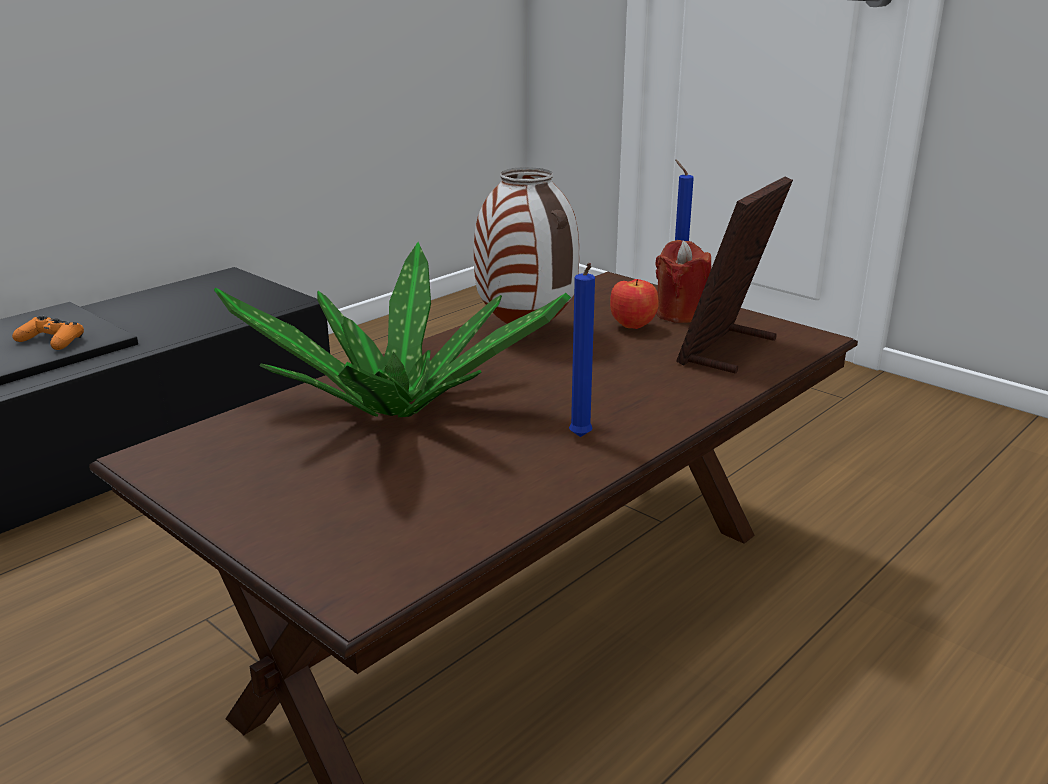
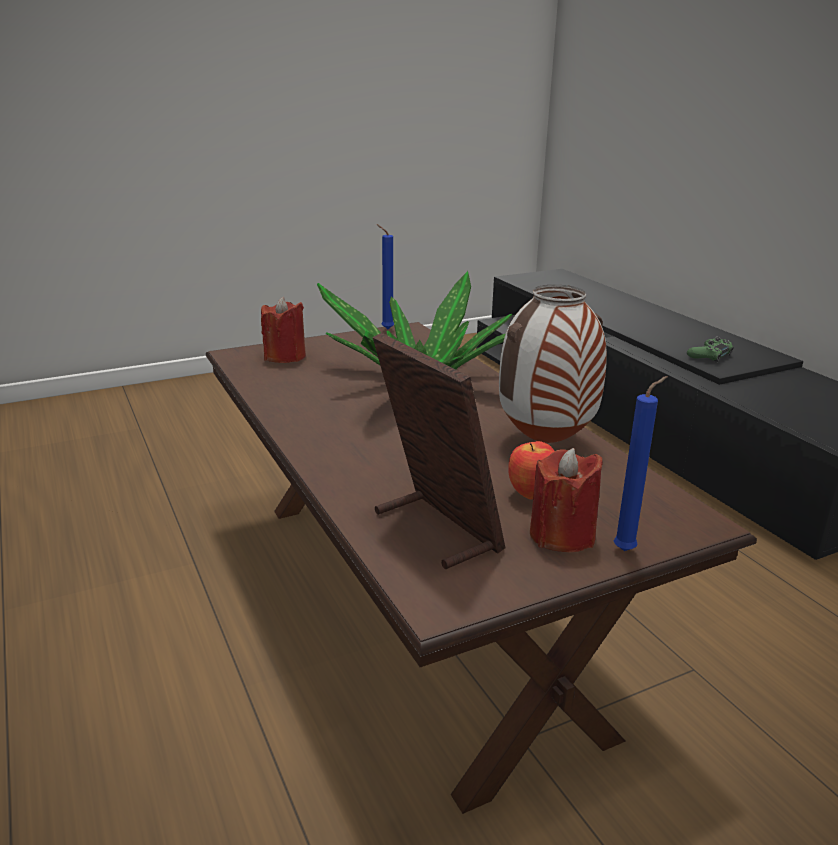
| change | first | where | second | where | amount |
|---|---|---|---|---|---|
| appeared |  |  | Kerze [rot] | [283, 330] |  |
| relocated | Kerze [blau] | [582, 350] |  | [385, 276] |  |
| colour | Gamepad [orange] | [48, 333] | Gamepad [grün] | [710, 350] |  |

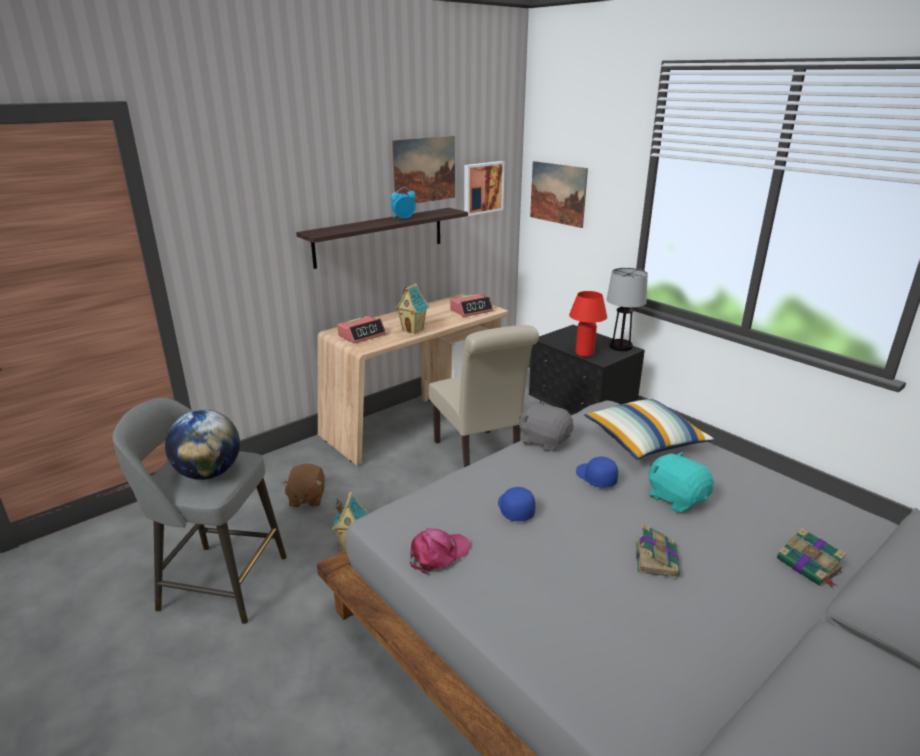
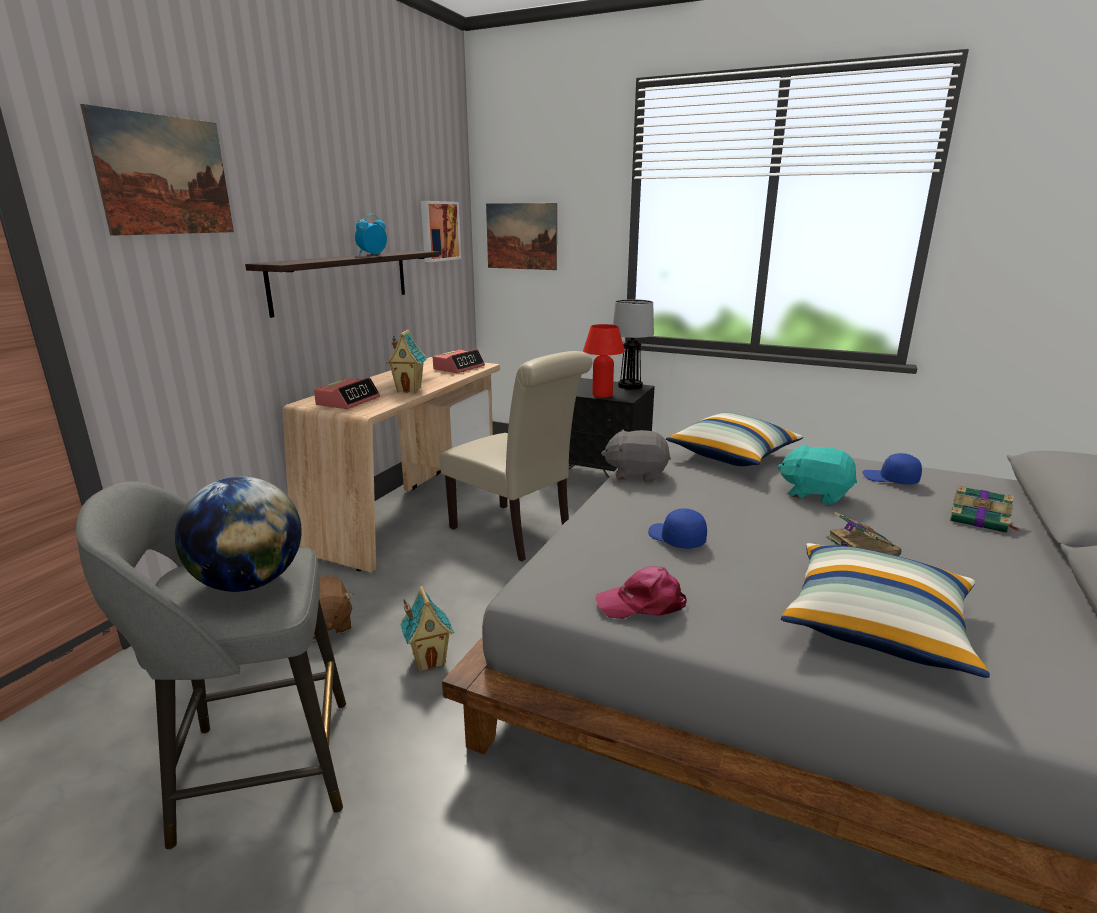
| change | first | where | second | where | amount |
|---|---|---|---|---|---|
| relocated | Bild | [423, 169] |  | [157, 170] |  |
| spun | Kappe [rosa] | [440, 551] |  | [641, 592] | 120 degrees counterclockwise |
| appeared |  |  | Kissen | [885, 610] |  |
| relocated | Kappe [blau] | [597, 472] |  | [892, 469] |  |

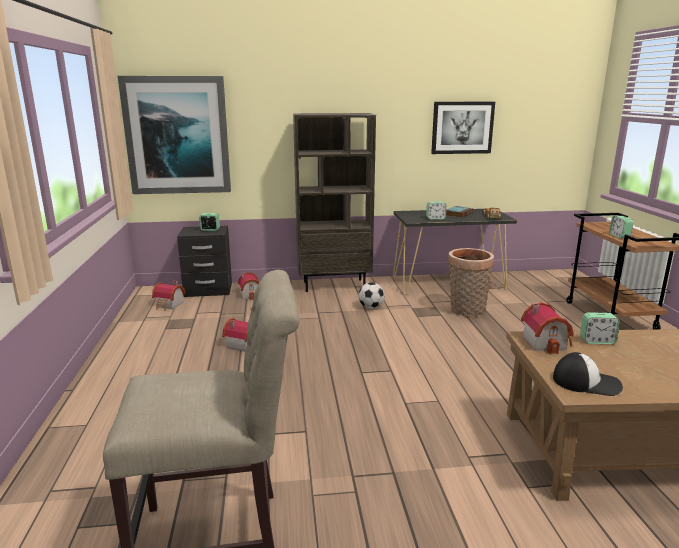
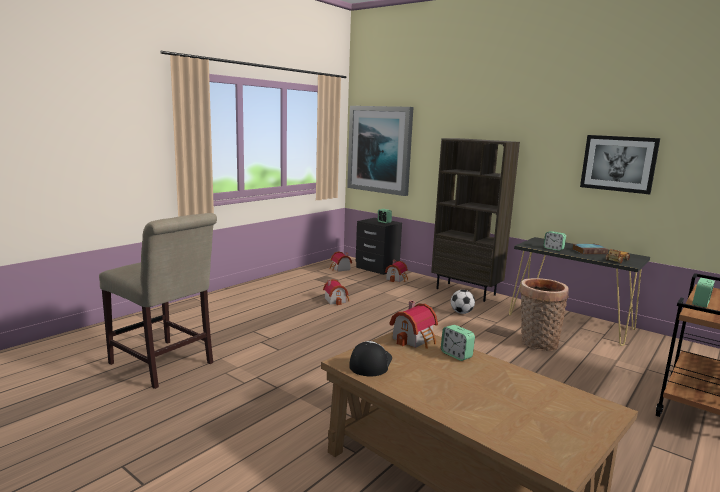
| change | first | where | second | where | amount |
|---|---|---|---|---|---|
| spun | Kappe | [588, 374] |  | [370, 358] | 135 degrees counterclockwise |

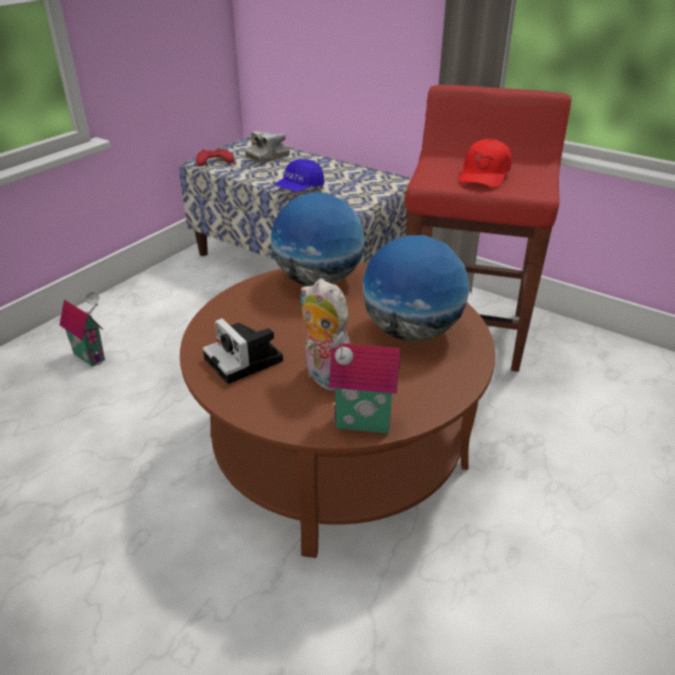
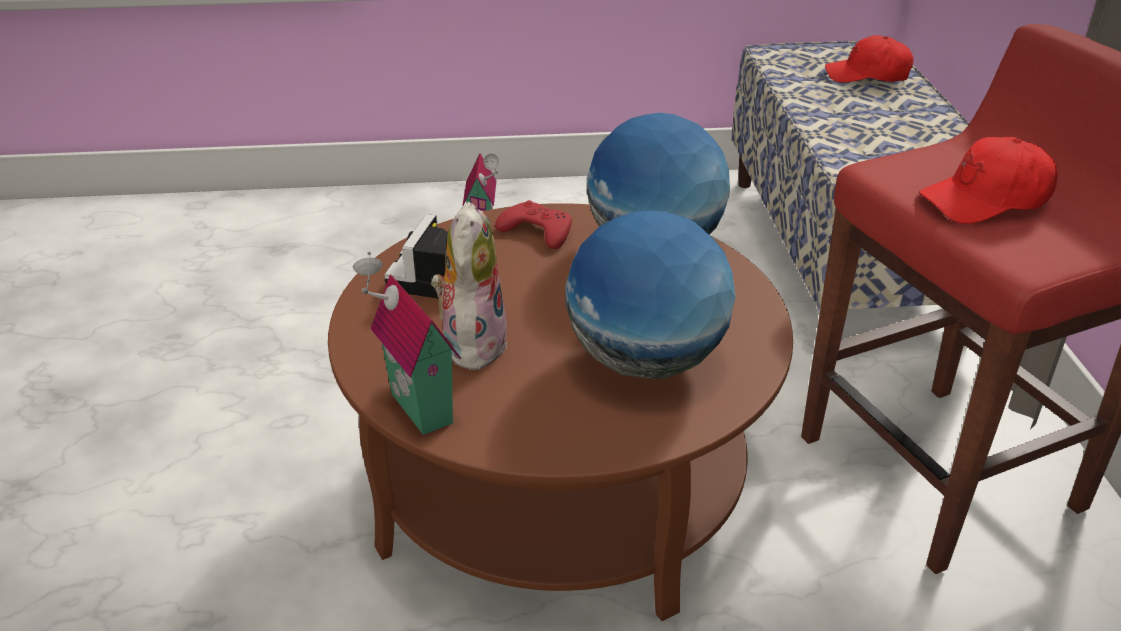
| change | first | where | second | where | amount |
|---|---|---|---|---|---|
| relocated | Gamepad [rot] | [215, 157] |  | [533, 224] |  |
| exchanged | Kamera | [267, 147] | Kappe [rot] | [869, 59] |  |
| missing | Kappe [blau] | [299, 175] |  |  |  |

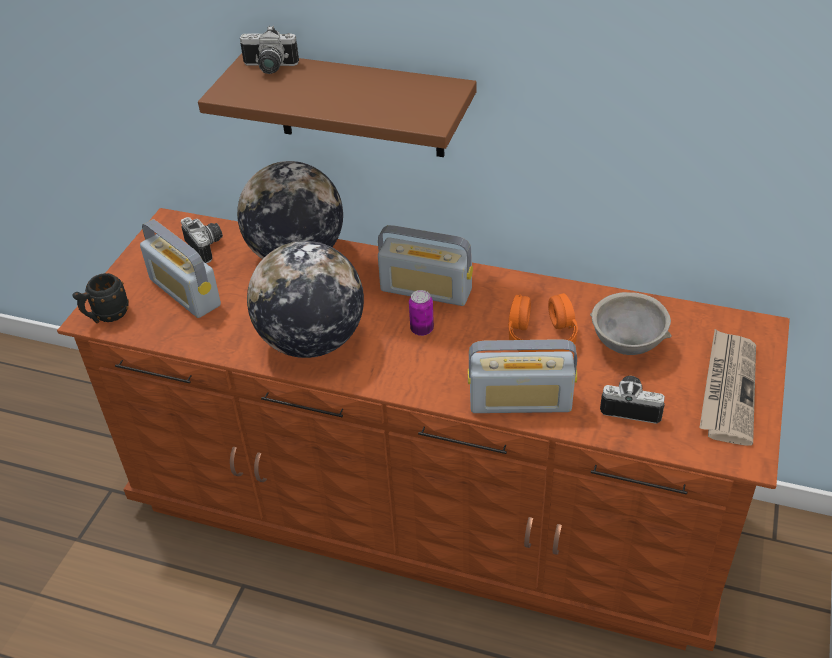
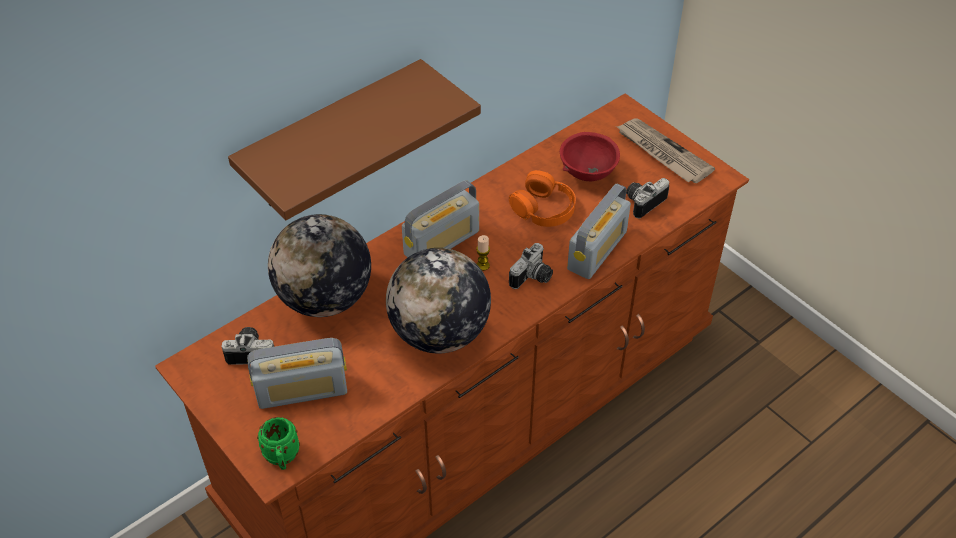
| change | first | where | second | where | amount |
|---|---|---|---|---|---|
| colour | Henkelbecher [schwarz] | [100, 298] | Henkelbecher [grün] | [278, 443] |  |
| exchanged | Dose | [421, 313] | Kerze | [483, 253] |  |
| relocated | Kamera | [269, 49] |  | [531, 266] |  |
| colour | Schüssel [grau] | [630, 323] | Schüssel [rot] | [590, 156] |  |

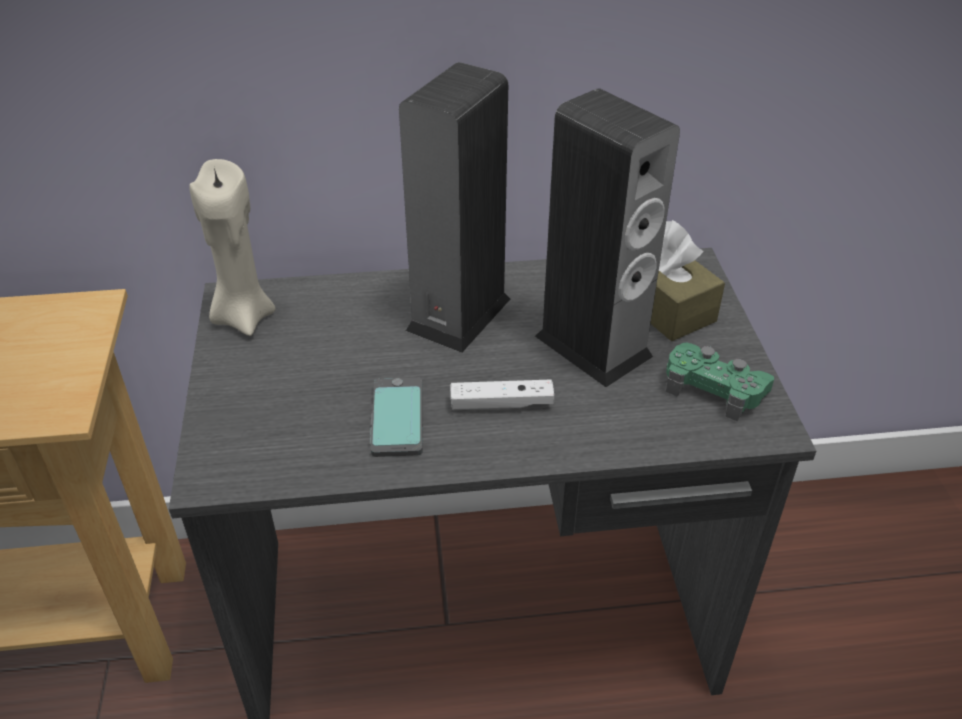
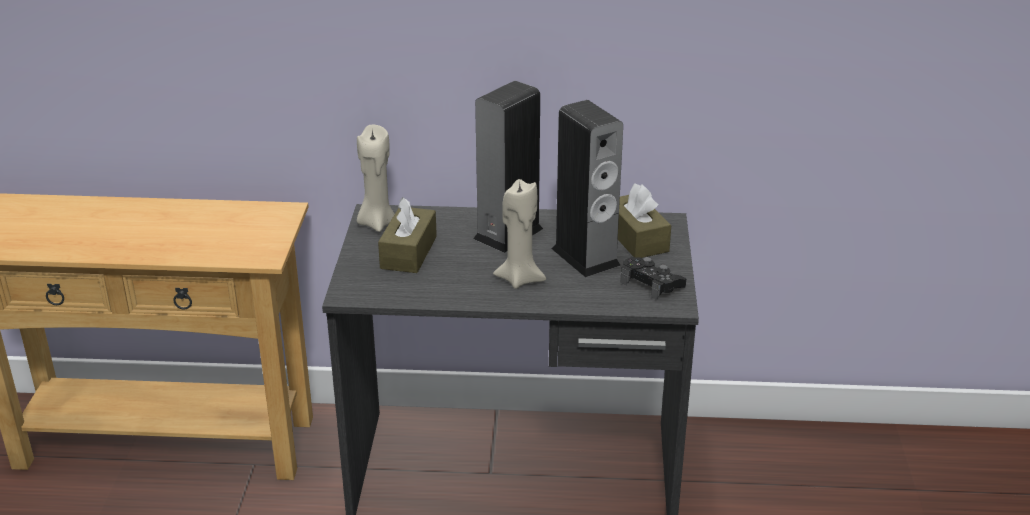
| change | first | where | second | where | amount |
|---|---|---|---|---|---|
| appeared |  |  | Taschentuchbox [braun] | [407, 235] |  |
| exchanged | Gamepad [weiß] | [502, 395] | Kerze [beige] | [519, 234] |  |
| colour | Gamepad [grün] | [720, 381] | Gamepad [schwarz] | [653, 278] |  |
| missing | Handy | [396, 417] |  |  |  |

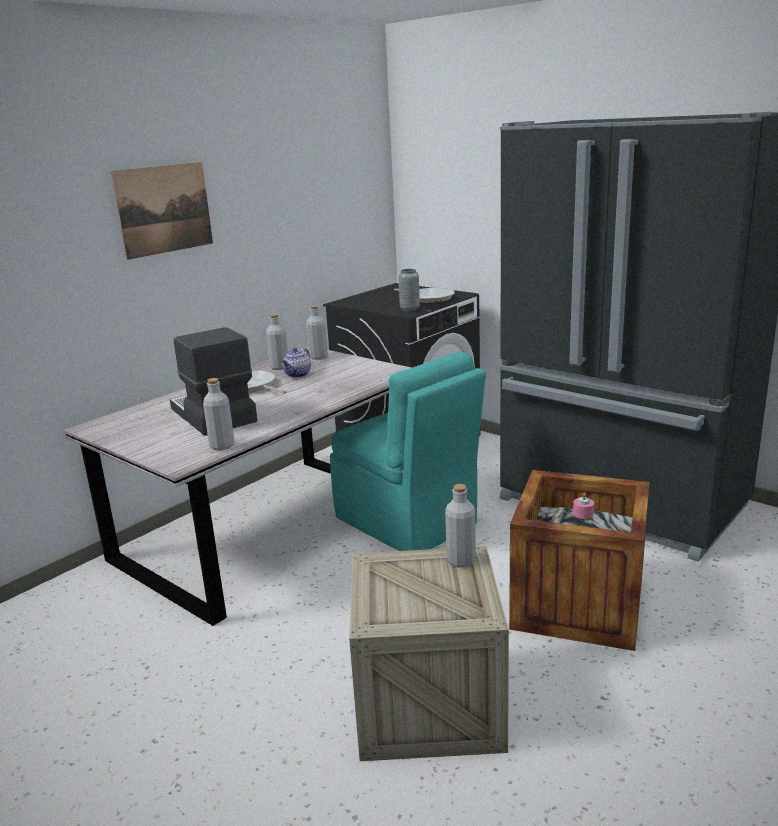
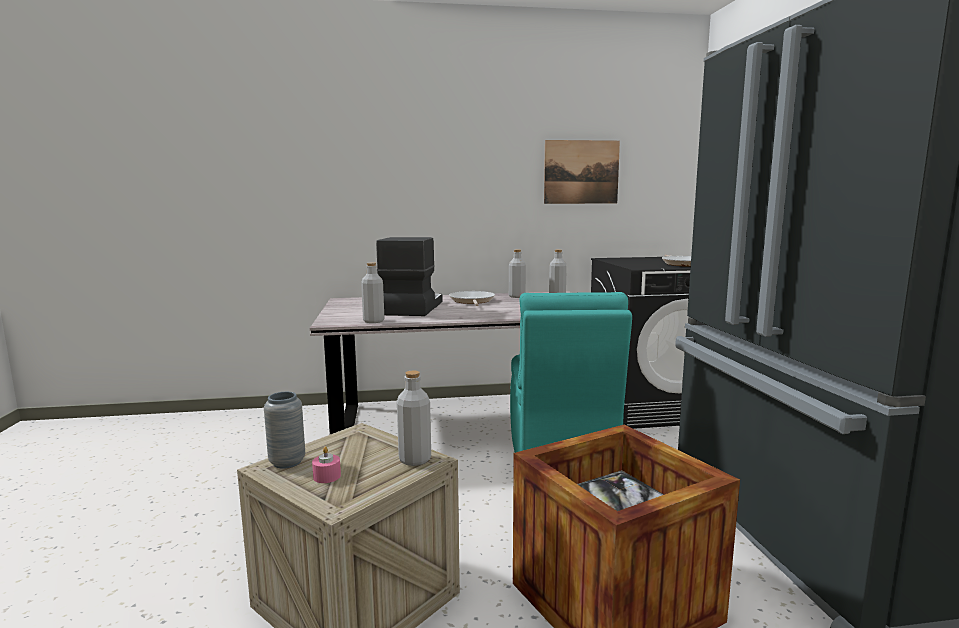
| change | first | where | second | where | amount |
|---|---|---|---|---|---|
| relocated | Vase [grau] | [409, 290] |  | [284, 430] |  |
| relocated | Kerze [rosa] | [583, 505] |  | [326, 465] |  |
| relocated | Bild | [162, 211] |  | [582, 172] |  |
| missing | Teekanne | [296, 363] |  |  |  |

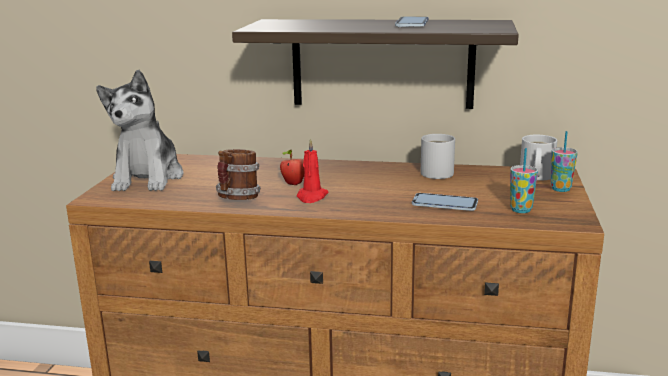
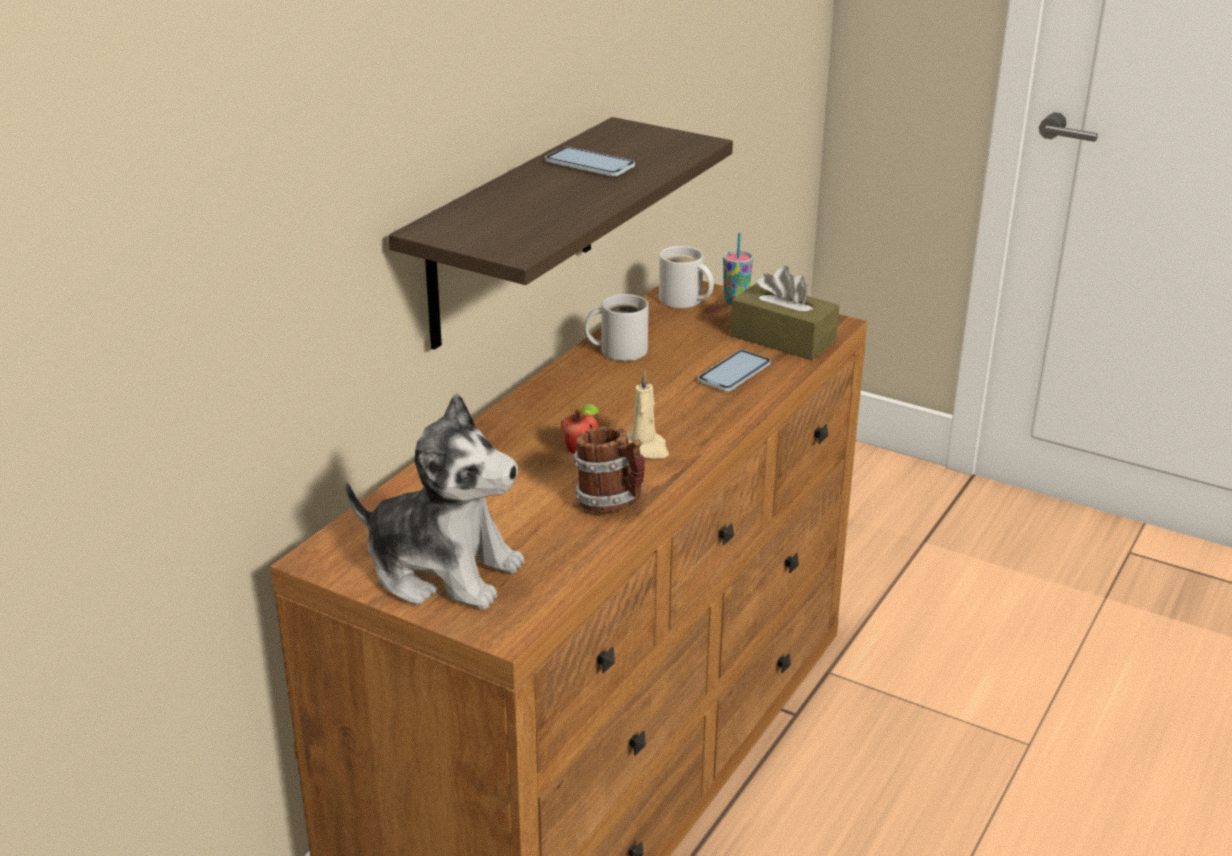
| change | first | where | second | where | amount |
|---|---|---|---|---|---|
| colour | Kerze [rot] | [313, 170] | Kerze [beige] | [648, 414] |  |
| exchanged | Tasse | [524, 180] | Taschentuchbox [braun] | [785, 313] |  |

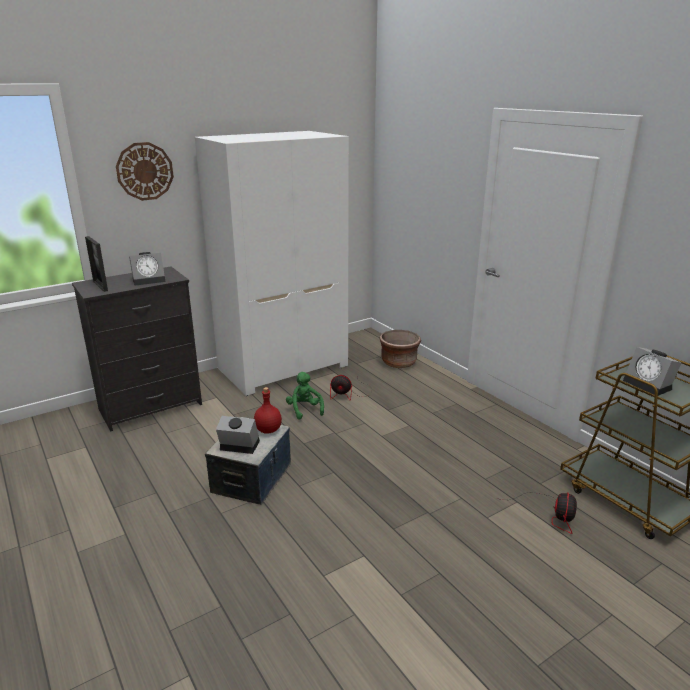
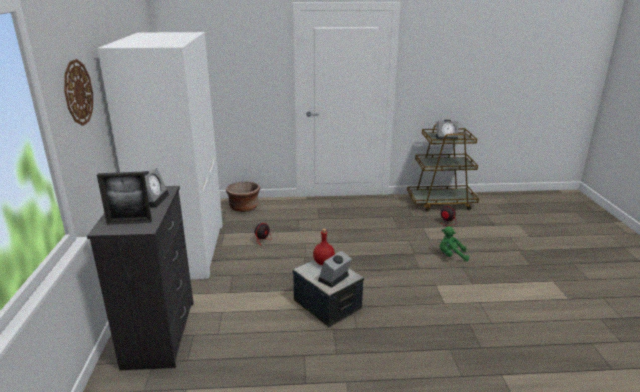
| change | first | where | second | where | amount |
|---|---|---|---|---|---|
| relocated | Plüschtier [grün] | [305, 396] |  | [454, 243] |  |

